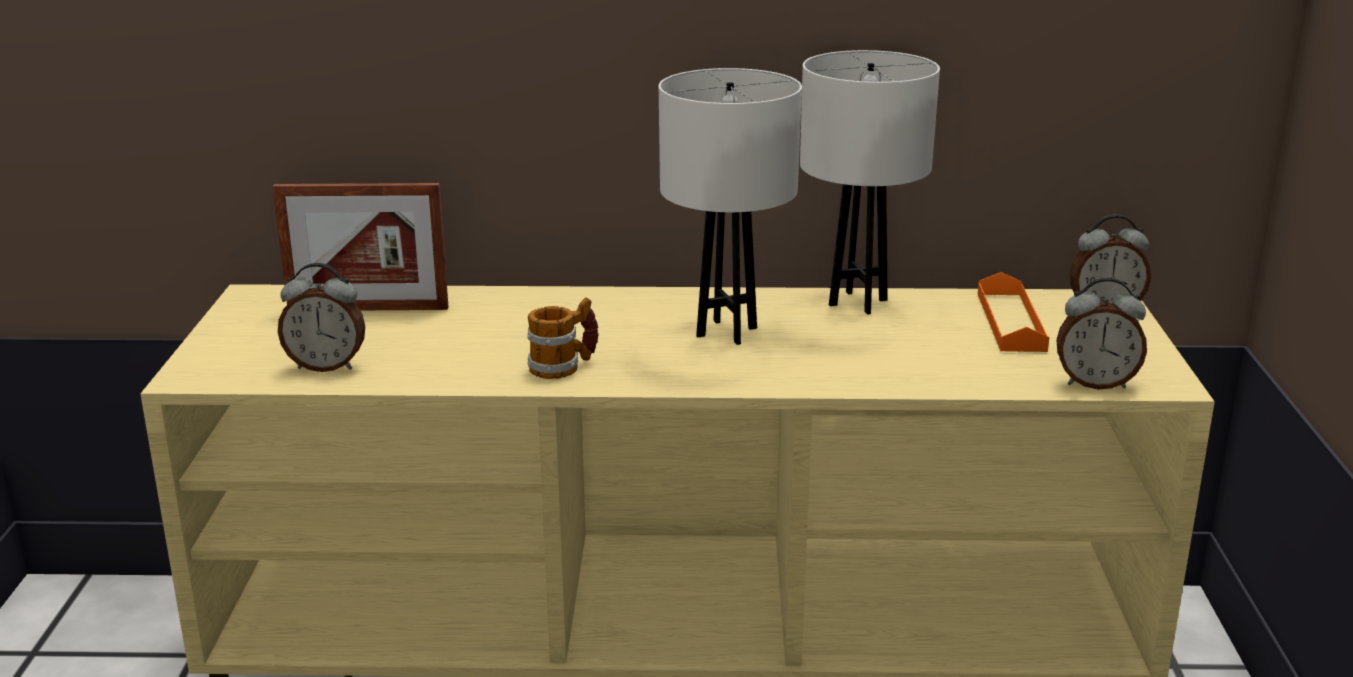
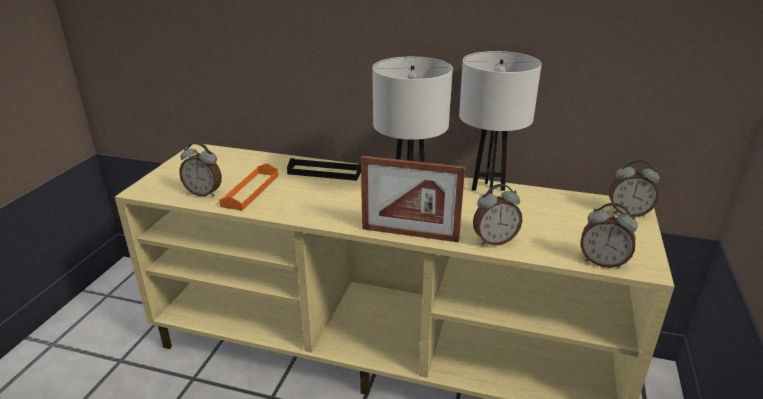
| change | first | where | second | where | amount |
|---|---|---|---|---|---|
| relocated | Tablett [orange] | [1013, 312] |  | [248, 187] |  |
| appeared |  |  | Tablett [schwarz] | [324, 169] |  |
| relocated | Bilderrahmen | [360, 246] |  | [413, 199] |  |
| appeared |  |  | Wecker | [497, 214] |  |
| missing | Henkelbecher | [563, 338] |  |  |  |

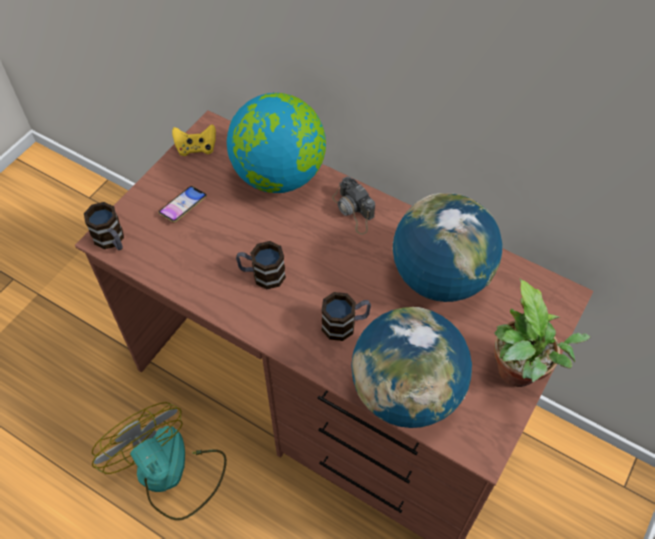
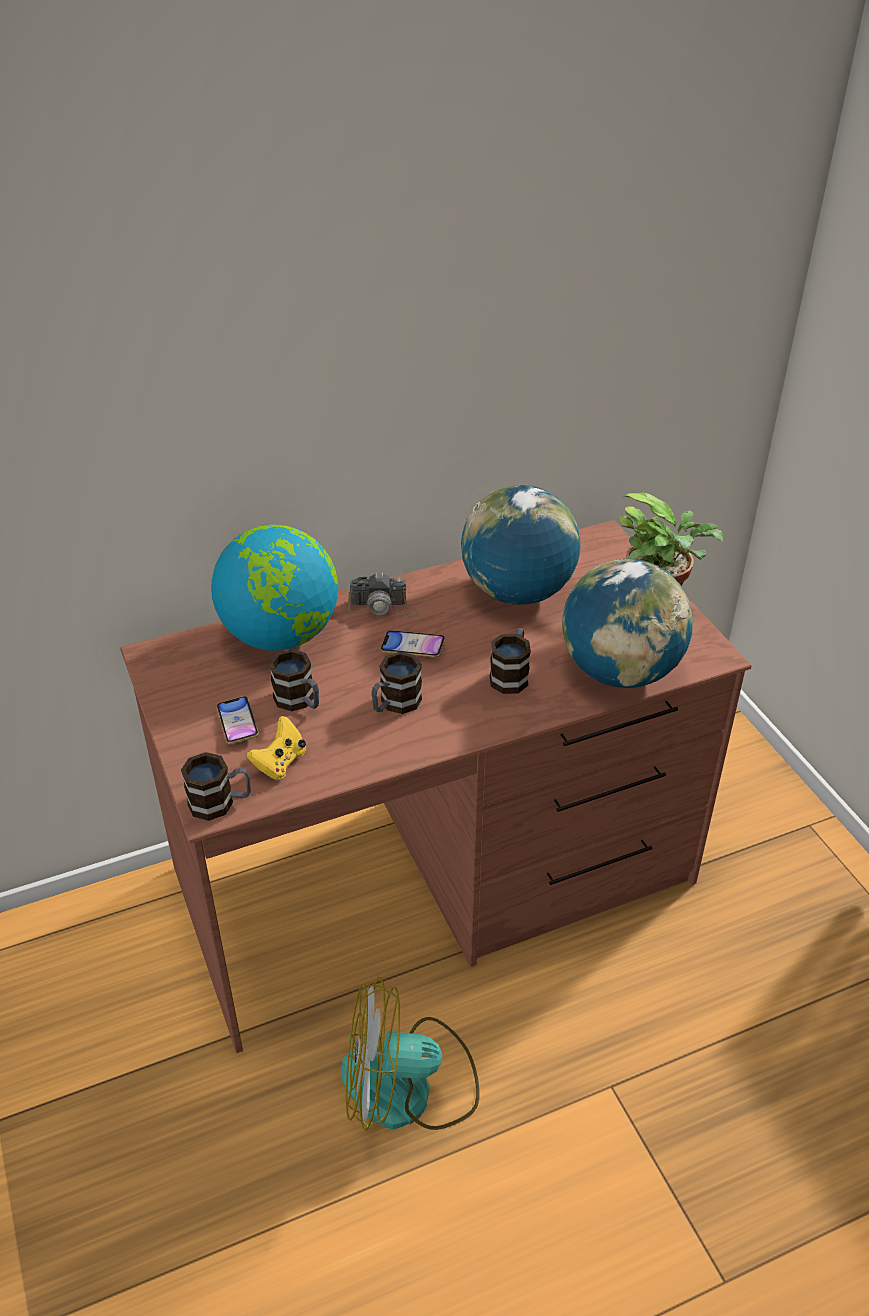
| change | first | where | second | where | amount |
|---|---|---|---|---|---|
| relocated | Gamepad [gelb] | [194, 140] |  | [276, 748] |  |
| appeared |  |  | Henkelbecher | [294, 680] |  |
| appeared |  |  | Handy | [413, 643] |  |

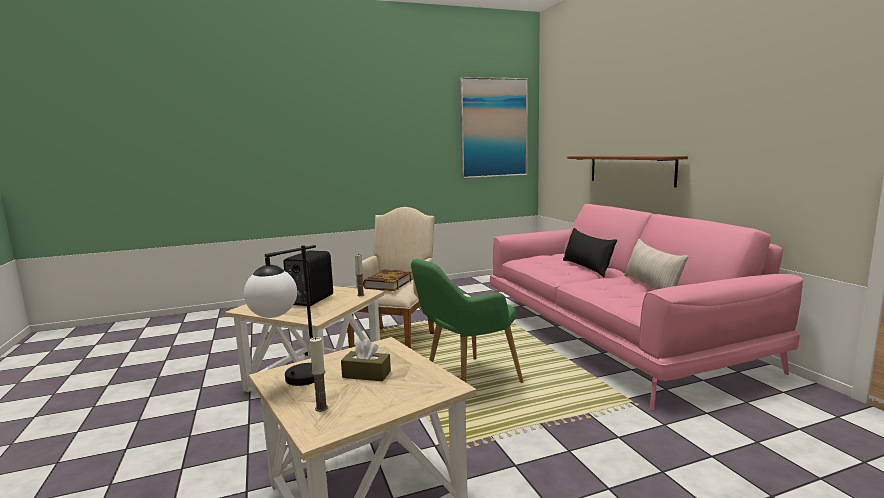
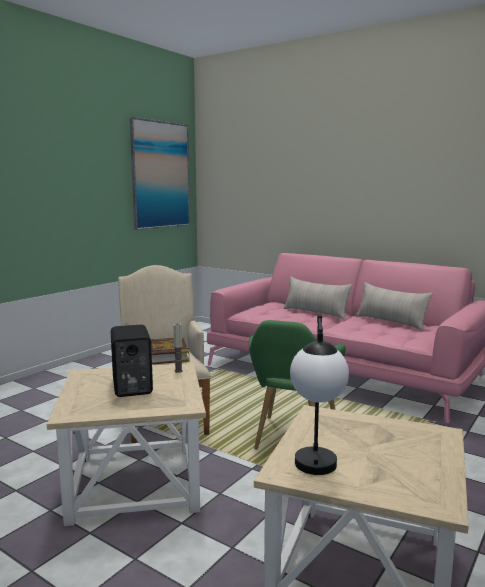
| change | first | where | second | where | amount |
|---|---|---|---|---|---|
| colour | Kissen [schwarz] | [590, 252] | Kissen [beige] | [317, 298] |  |
| missing | Kerze | [318, 374] |  |  |  |
| missing | Taschentuchbox [braun] | [366, 360] |  |  |  |
| missing | Wandregal [braun] | [627, 171] |  |  |  |

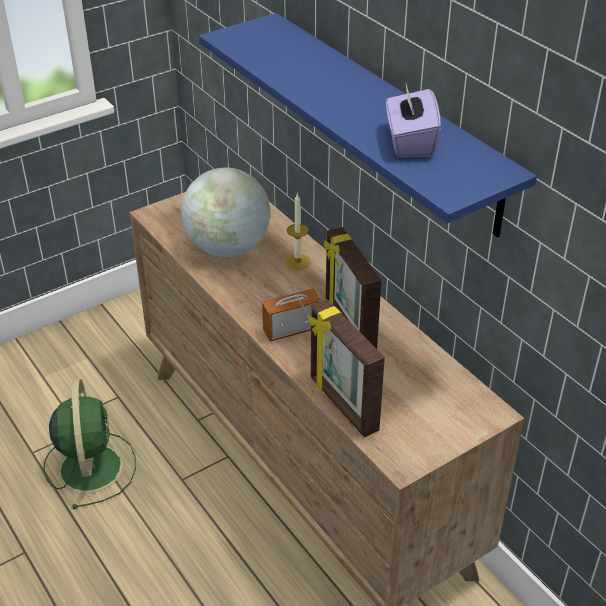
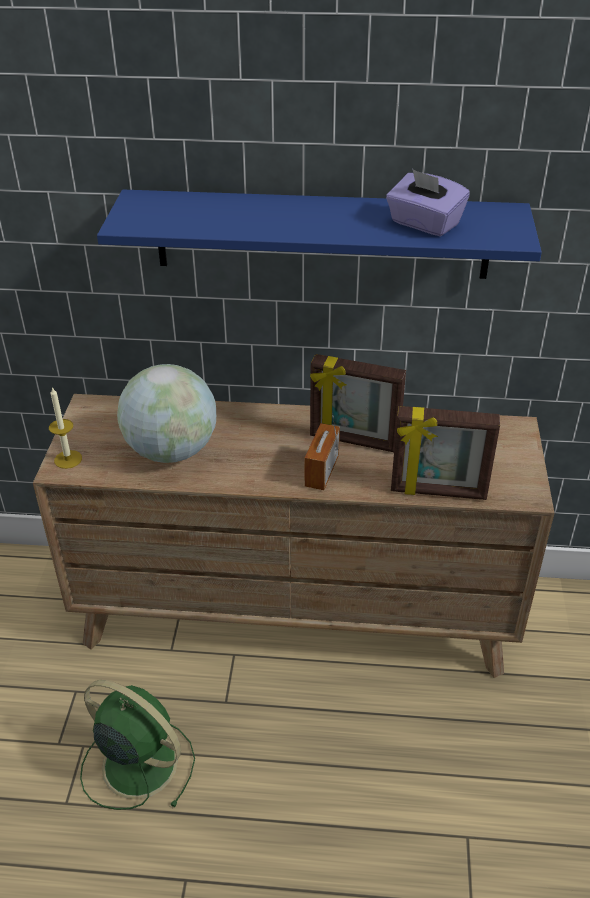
| change | first | where | second | where | amount |
|---|---|---|---|---|---|
| relocated | Kerze | [297, 231] |  | [65, 428] |  |

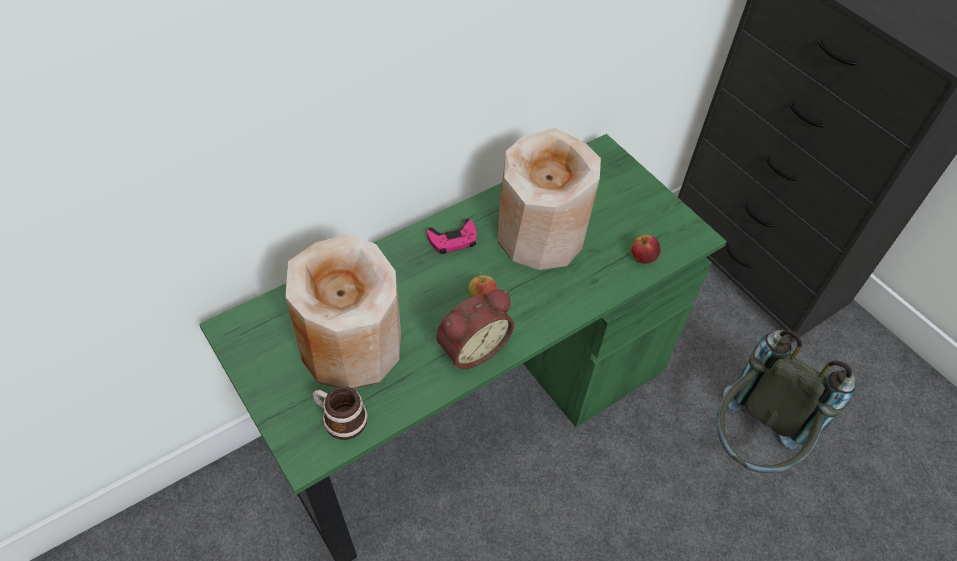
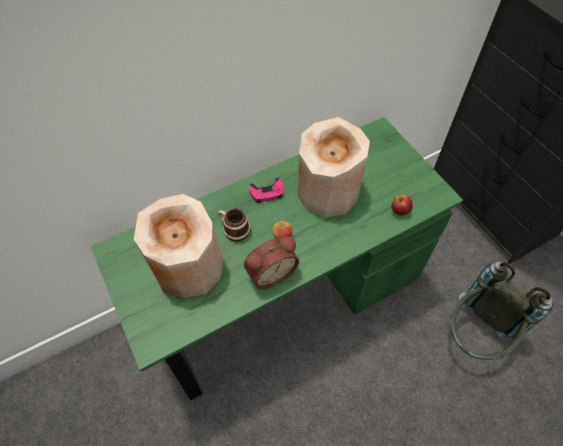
| change | first | where | second | where | amount |
|---|---|---|---|---|---|
| relocated | Henkelbecher | [340, 413] |  | [234, 225] |  |

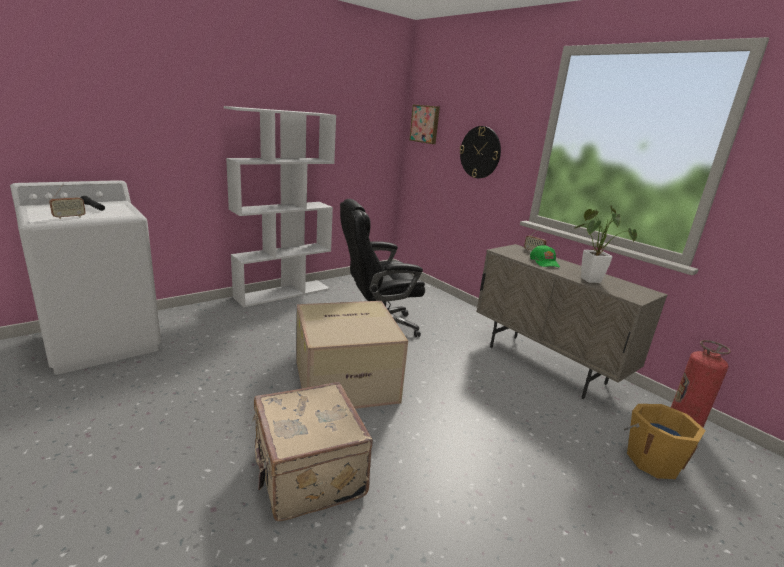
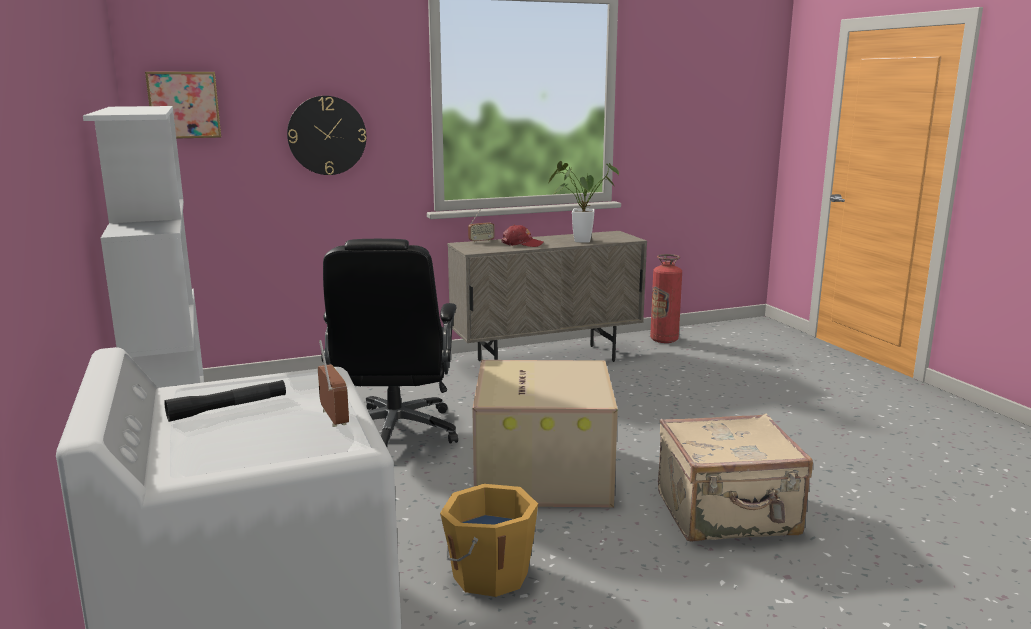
| change | first | where | second | where | amount |
|---|---|---|---|---|---|
| relocated | Eimer [orange] | [665, 441] |  | [489, 540] |  |
| colour | Kappe [grün] | [545, 256] | Kappe [rot] | [522, 236] |  |

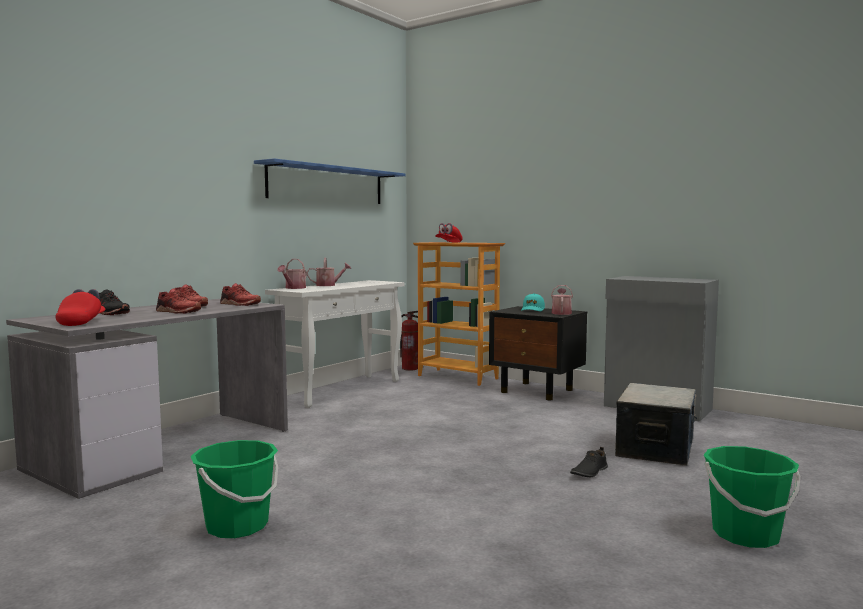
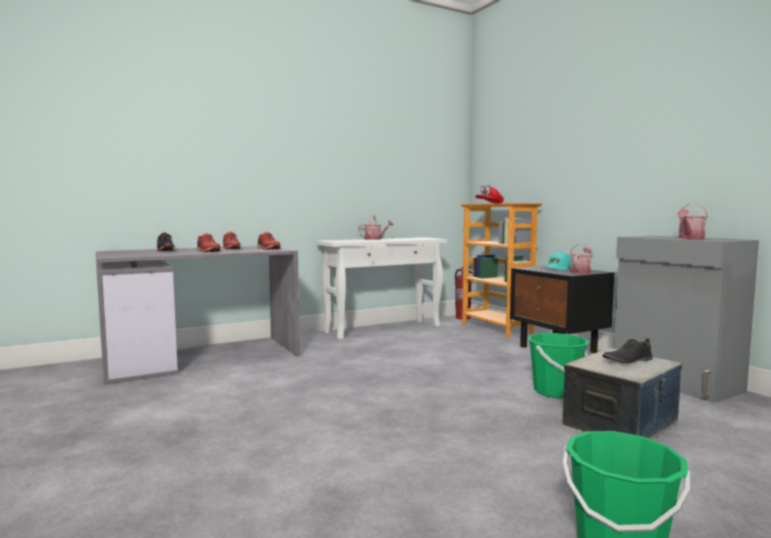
| change | first | where | second | where | amount |
|---|---|---|---|---|---|
| relocated | Eimer [grün] | [234, 489] |  | [558, 365] |  |
| relocated | Schuh [schwarz] | [589, 462] |  | [627, 351] |  |
| relocated | Gießkanne | [292, 274] |  | [692, 221] |  |
| missing | Kappe [rot] | [80, 307] |  |  |  |
| missing | Wandregal [blau] | [330, 181] |  |  |  |

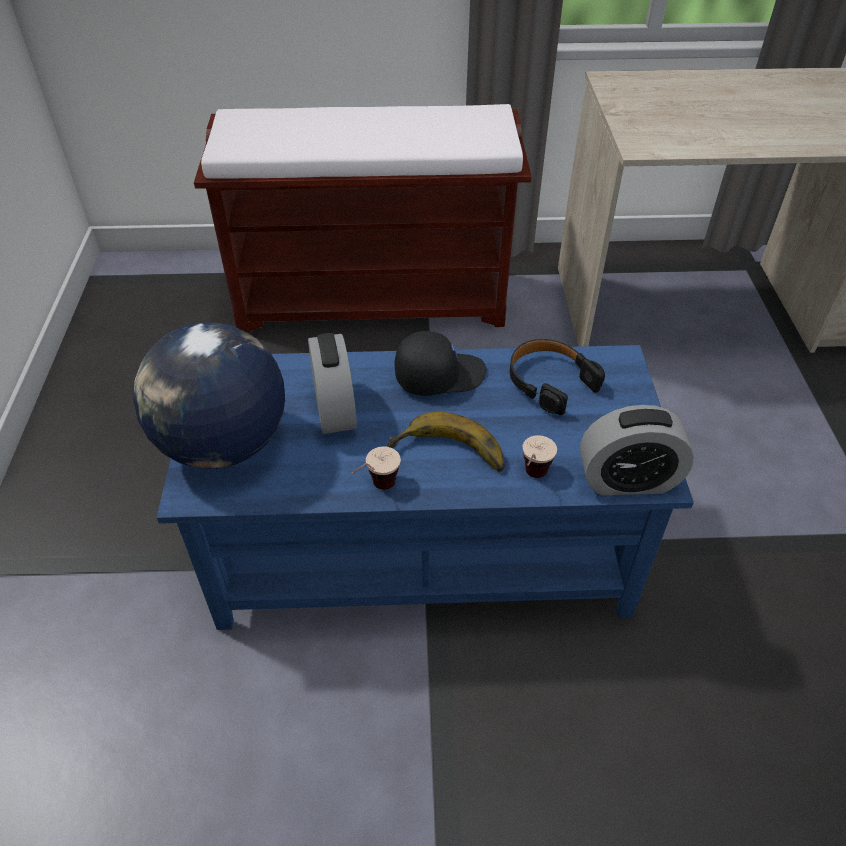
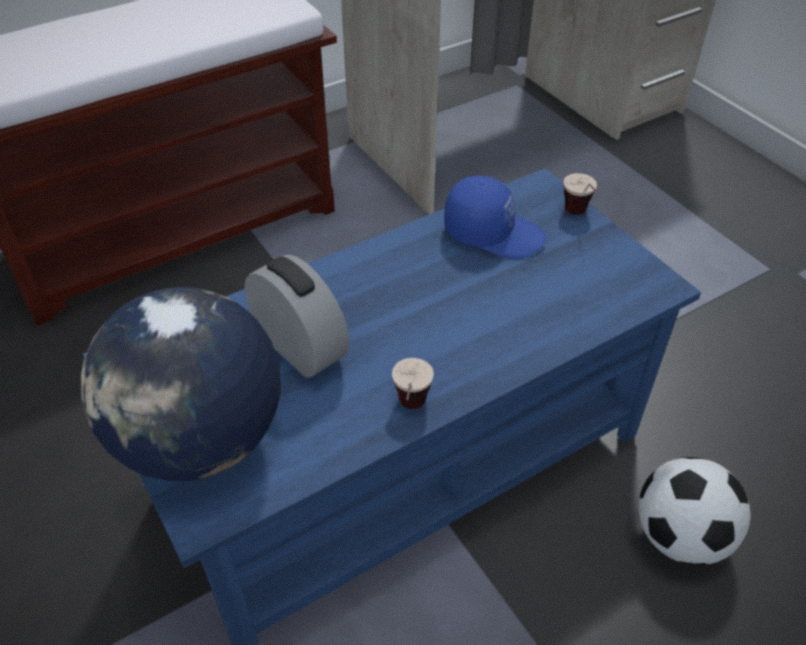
| change | first | where | second | where | amount |
|---|---|---|---|---|---|
| exchanged | Kopfhörer [schwarz] | [557, 377] | Kappe [blau] | [495, 217] |  |
| relocated | Tasse | [540, 456] |  | [580, 194] |  |
| appeared |  |  | Fußball | [694, 511] |  |
| missing | Banane | [445, 442] |  |  |  |
| missing | Kappe [schwarz] | [440, 363] |  |  |  |
| missing | Wecker | [637, 450] |  |  |  |

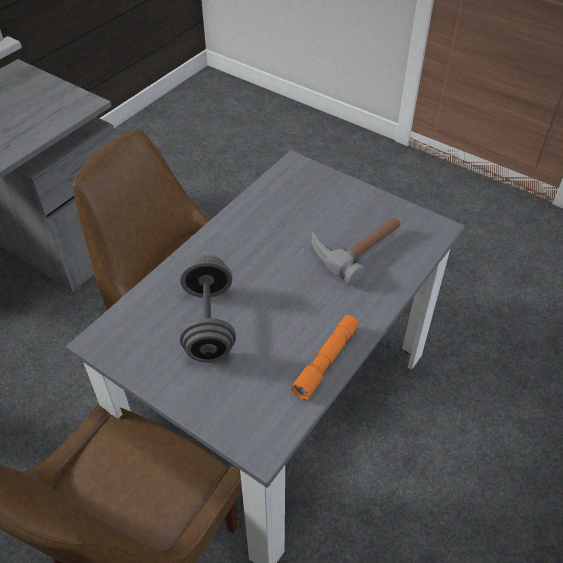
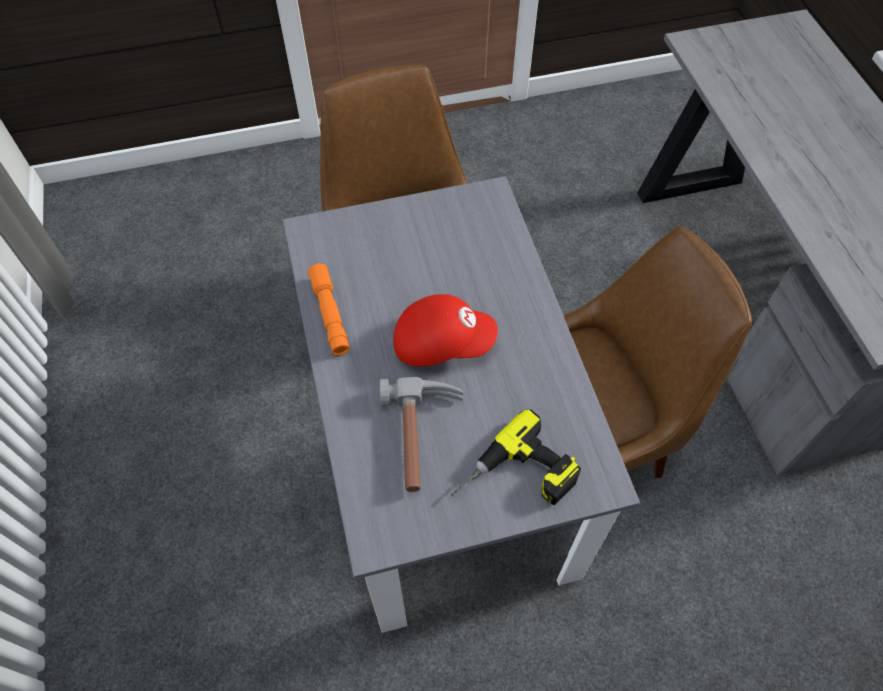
| change | first | where | second | where | amount |
|---|---|---|---|---|---|
| appeared |  |  | Kappe [rot] | [445, 330] |  |
| appeared |  |  | Bohrmaschine | [516, 457] |  |
| missing | Hantel [grau] | [208, 308] |  |  |  |

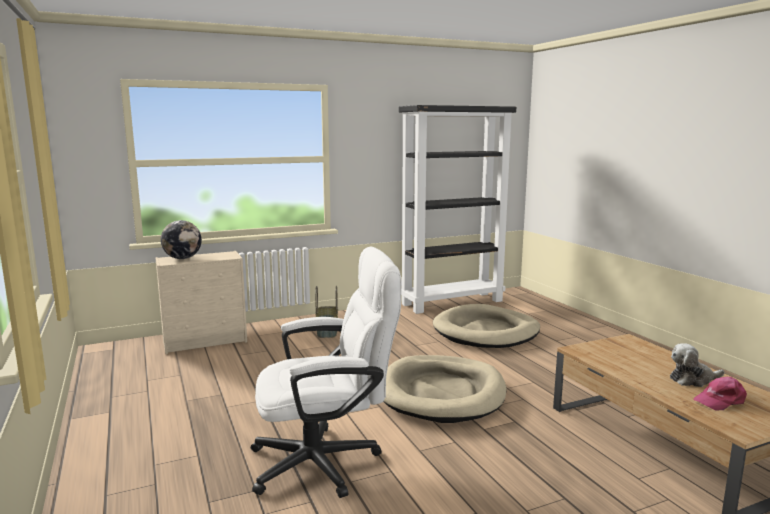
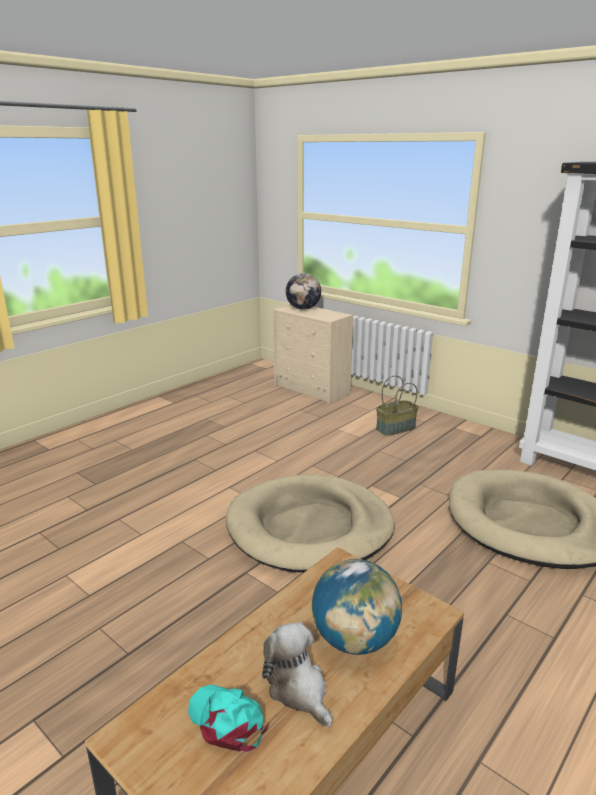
| change | first | where | second | where | amount |
|---|---|---|---|---|---|
| colour | Kappe [rosa] | [720, 394] | Kappe [türkis] | [228, 718] |  |
| appeared |  |  | Globus | [357, 607] |  |
| missing | Bürostuhl [weiß] | [326, 372] |  |  |  |

